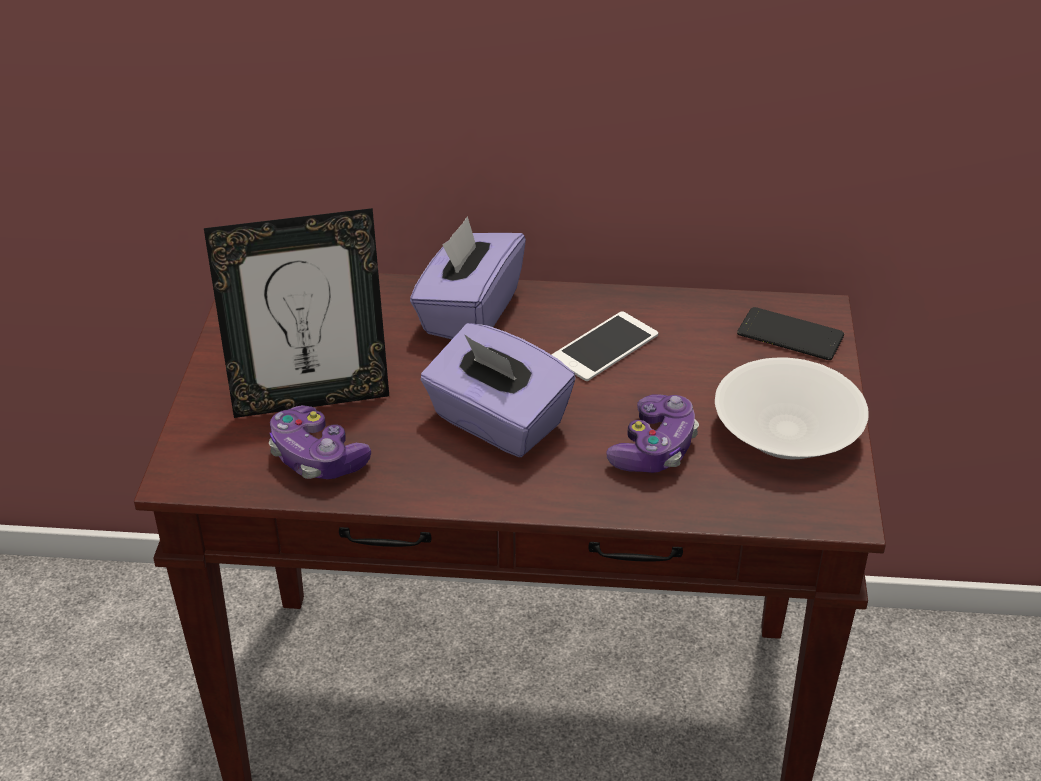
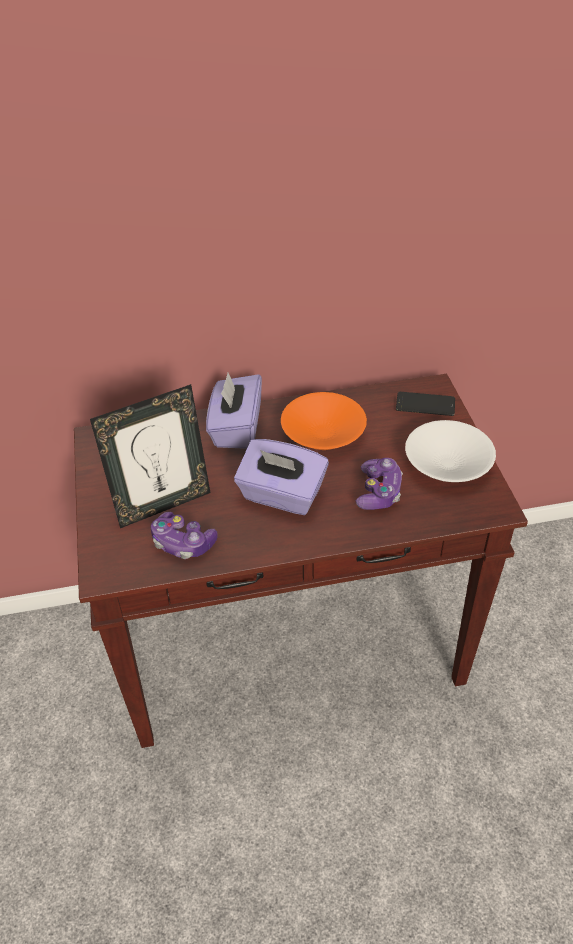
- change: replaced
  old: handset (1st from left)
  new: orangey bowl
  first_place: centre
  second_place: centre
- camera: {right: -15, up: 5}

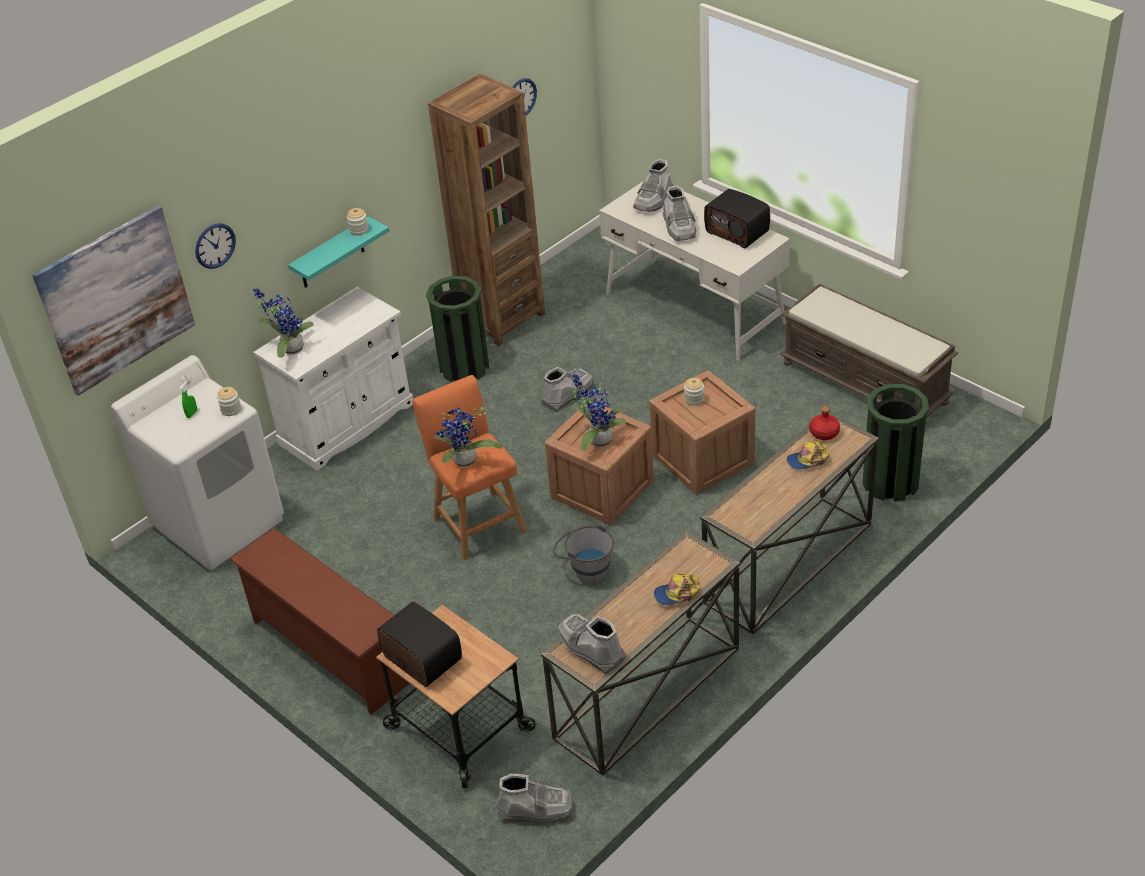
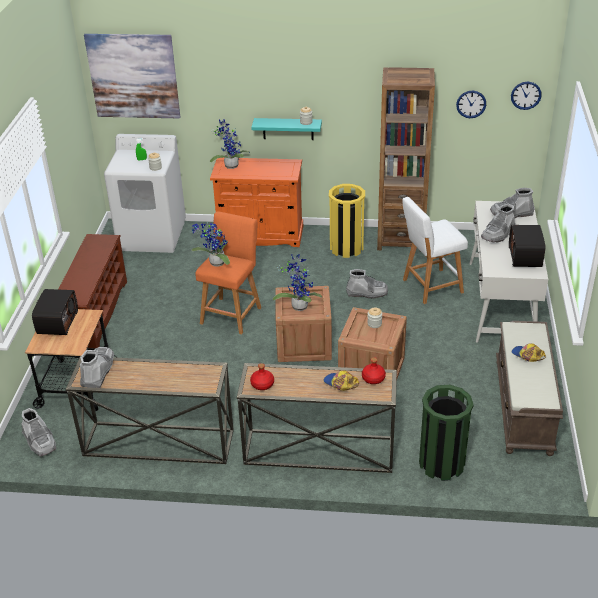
- change: recoloured
  old: whitish cupboard
  new: orangey cupboard
  first_place: middle left
  second_place: centre
- change: added
  new: red drink bottle (1st from left)
  second_place: centre
- change: recoloured
  old: green-coloured rubbish bin (1st from left)
  new: yellow-coloured rubbish bin
  first_place: centre
  second_place: centre
- change: added
  new: whitish stool seat
  second_place: middle right
- change: moved
  old: clock on the wall (1st from left in the first image)
  new: clock on the wall (2nd from left)
  first_place: top left
  second_place: top right
- change: moved
  old: baseball cap (1st from left in the first image)
  new: baseball cap (2nd from left)
  first_place: bottom centre
  second_place: middle right
- change: removed
  old: gray pail
  first_place: centre
- camera: {right: 50, up: -5}

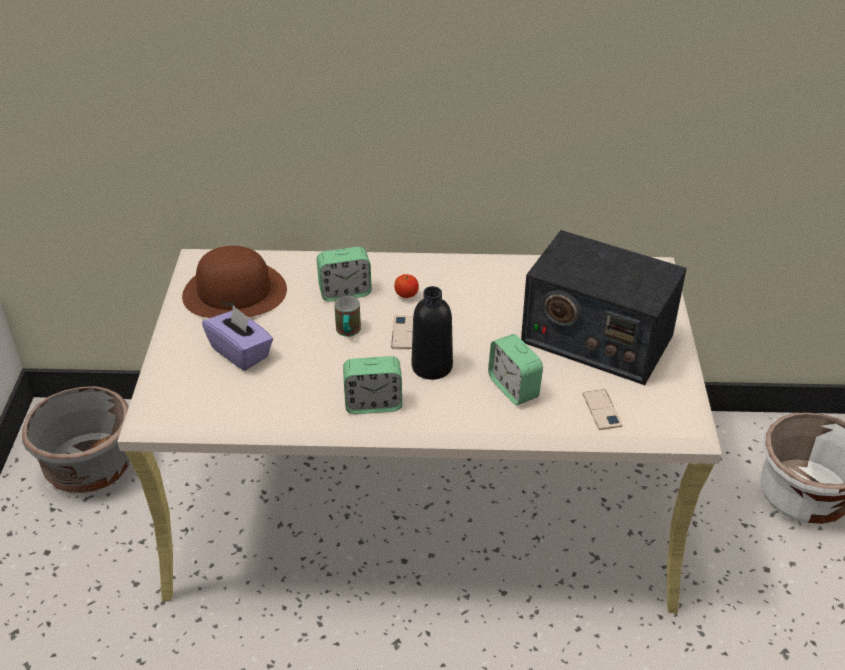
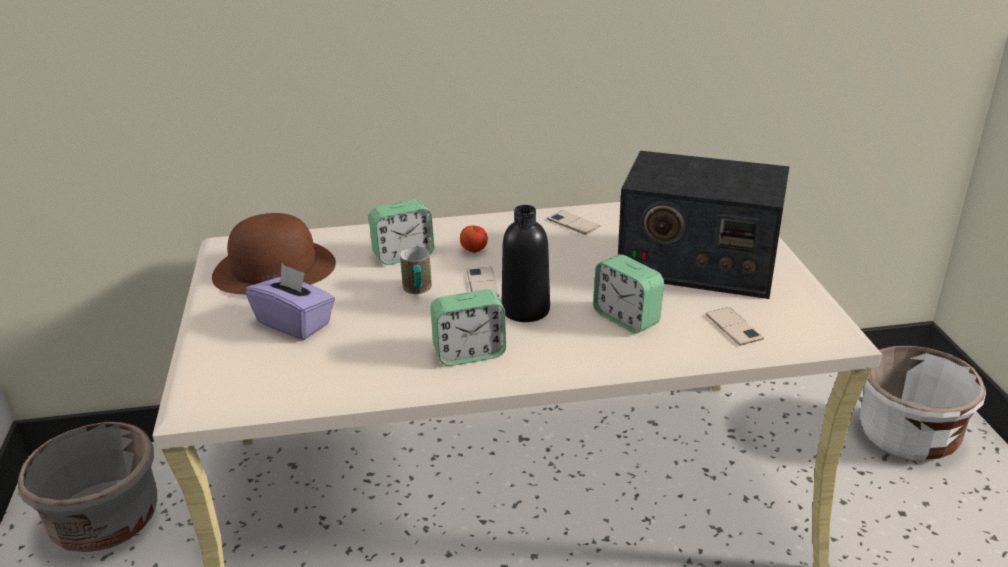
- change: added
  new: handset (2nd from left)
  second_place: centre
- camera: {right: -10, up: -10}

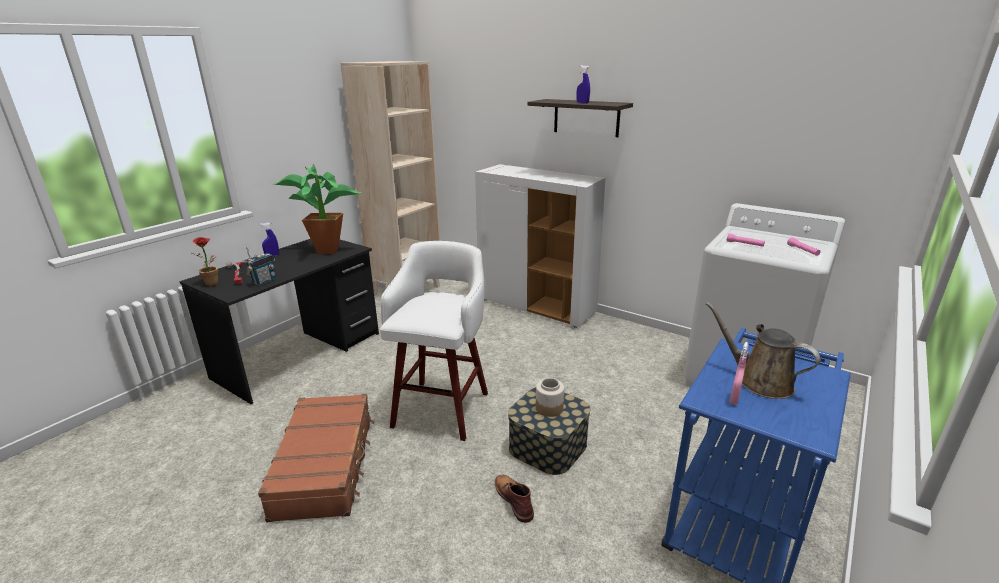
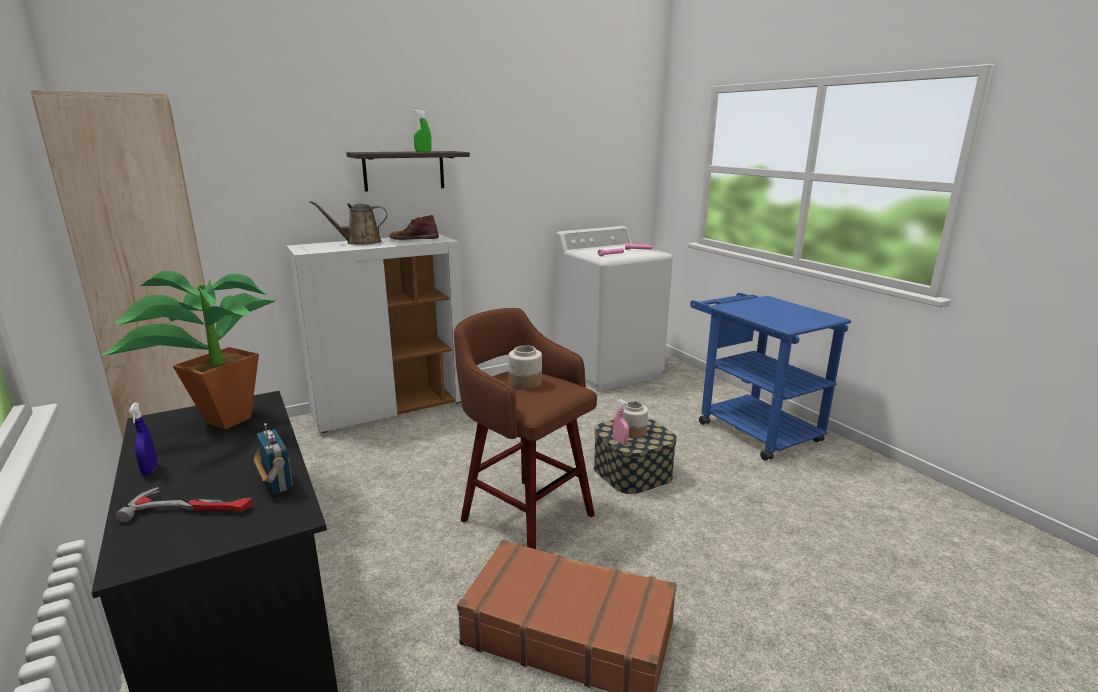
- change: moved
  old: brown-coloured watering pot
  first_place: middle right
  second_place: top left
- change: moved
  old: brown-coloured high-top boot
  first_place: bottom centre
  second_place: top centre
- change: recoloured
  old: bluish spray bottle (2nd from left)
  new: green-coloured spray bottle
  first_place: top centre
  second_place: top centre
- change: recoloured
  old: whitish stool seat
  new: brown-coloured stool seat
  first_place: centre
  second_place: centre
- change: added
  new: storage jar (1st from left)
  second_place: centre
- change: moved
  old: pink-coloured spray bottle
  first_place: middle right
  second_place: centre
- change: removed
  old: houseplant (1st from left)
  first_place: middle left
- camera: {right: -65, up: -5}

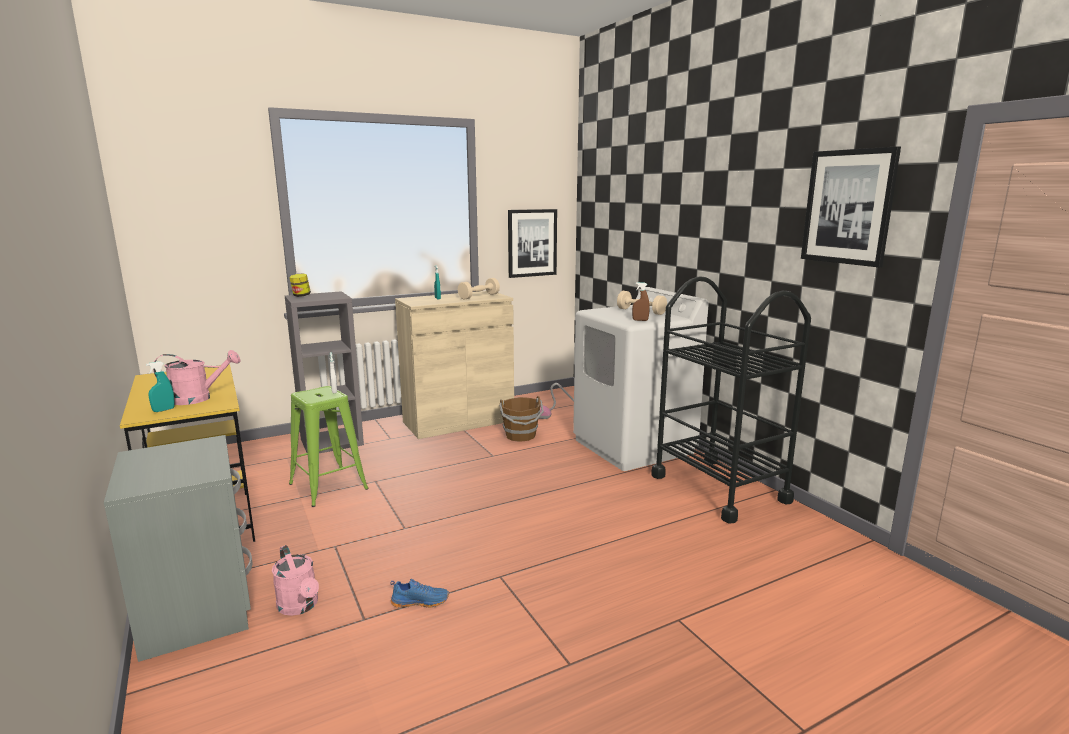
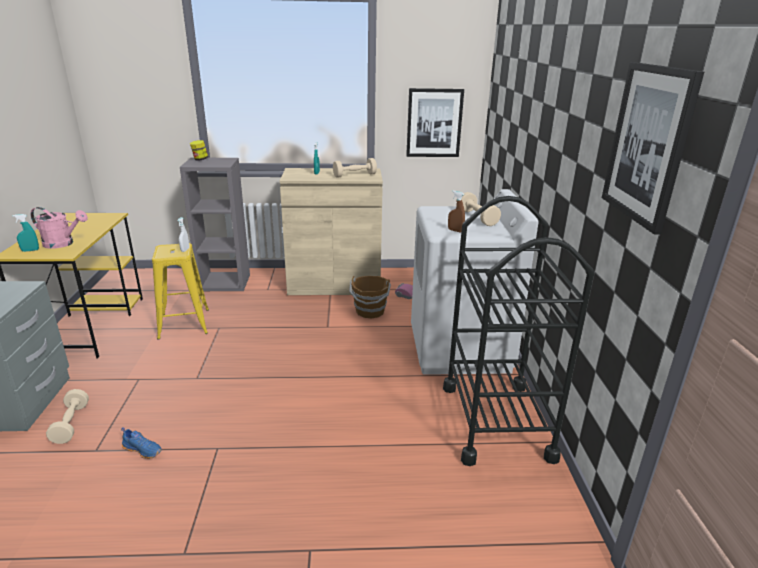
- change: replaced
  old: pink-coloured watering pot (2nd from left)
  new: beige-coloured free weight (1st from left)
  first_place: bottom left
  second_place: bottom left
- change: recoloured
  old: green-coloured stool seat
  new: yellow-coloured stool seat
  first_place: middle left
  second_place: middle left
- camera: {right: 25, up: 10}

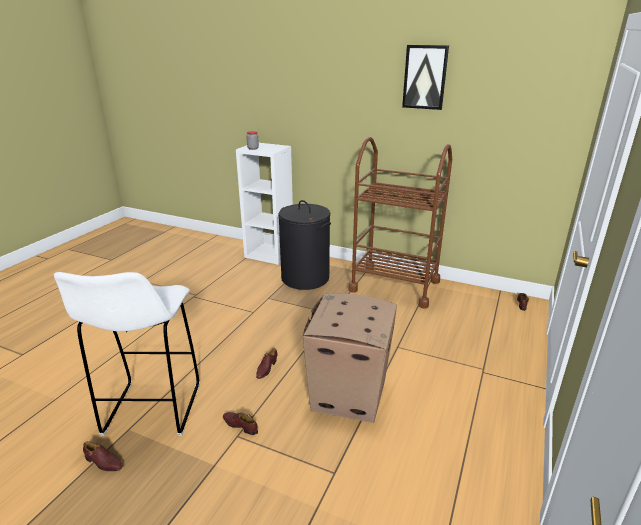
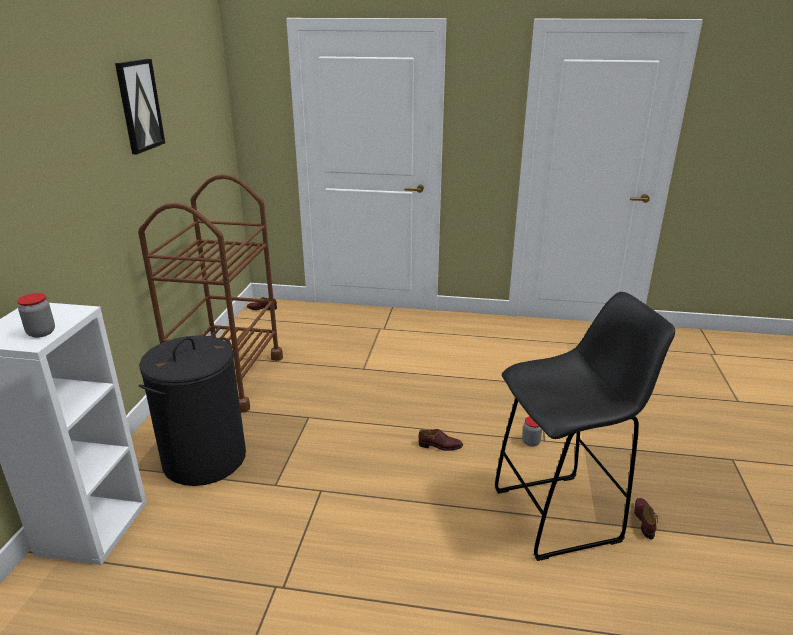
- change: recoloured
  old: whitish stool seat
  new: blackish stool seat
  first_place: bottom left
  second_place: bottom right
- change: replaced
  old: brown-coloured low shoe (2nd from left)
  new: storage jar (2nd from left)
  first_place: bottom centre
  second_place: bottom right
- change: removed
  old: carton
  first_place: bottom centre
- camera: {right: -105, up: 0}

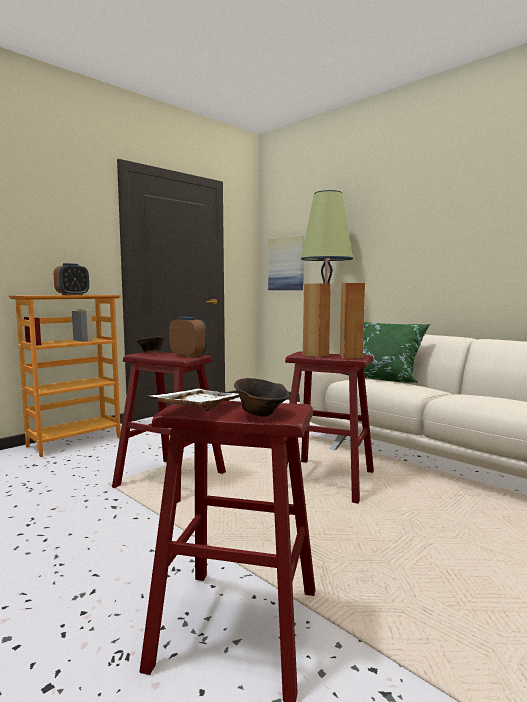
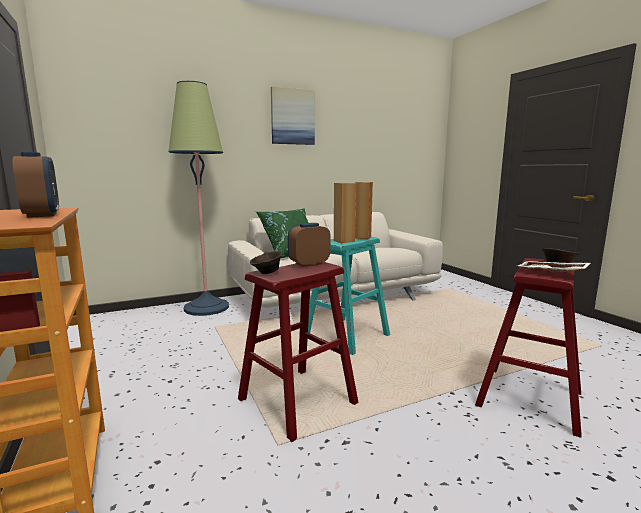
- change: moved
  old: picture
  first_place: centre
  second_place: top centre
- change: recoloured
  old: red stool seat (3rd from left)
  new: turquoise stool seat
  first_place: centre
  second_place: centre
- camera: {right: -70, up: 5}

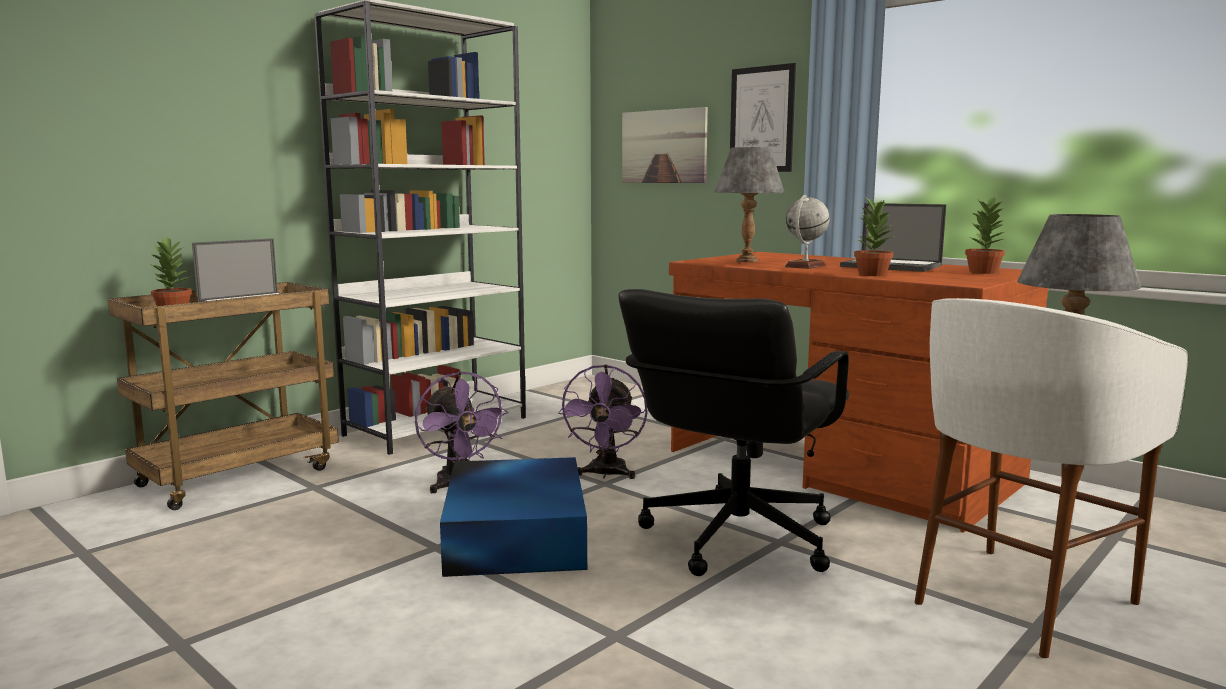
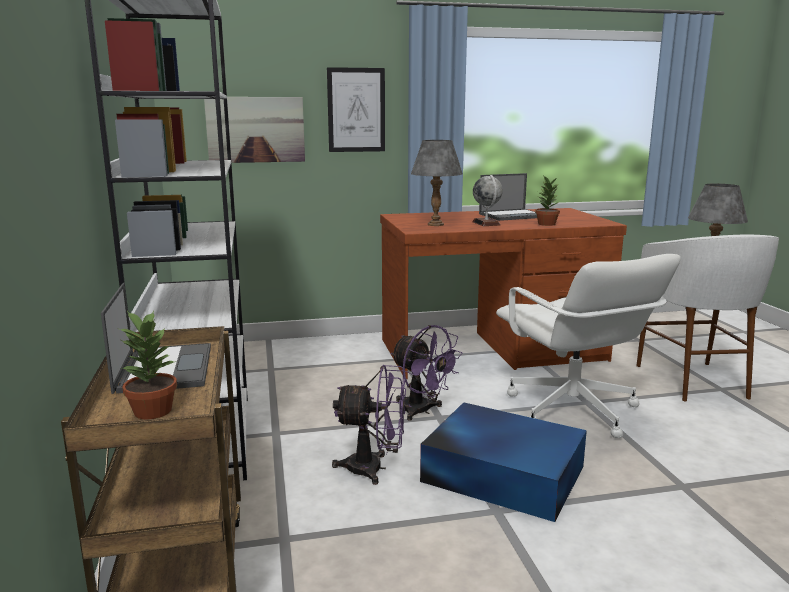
- change: recoloured
  old: blackish computer chair
  new: whitish computer chair
  first_place: centre
  second_place: middle right
- change: removed
  old: houseplant (3rd from left)
  first_place: middle right
- camera: {right: -55, up: 5}

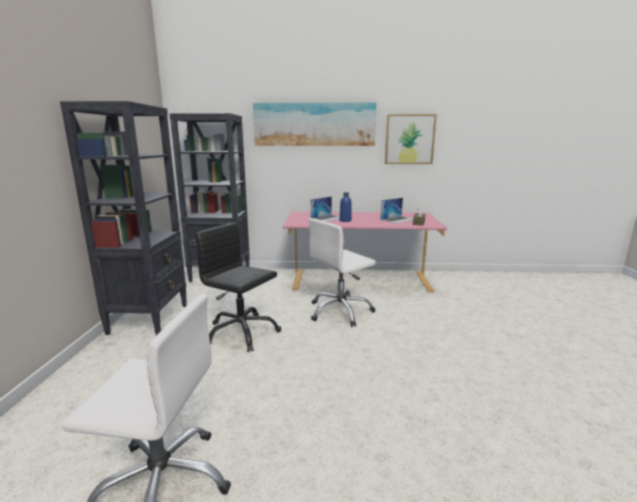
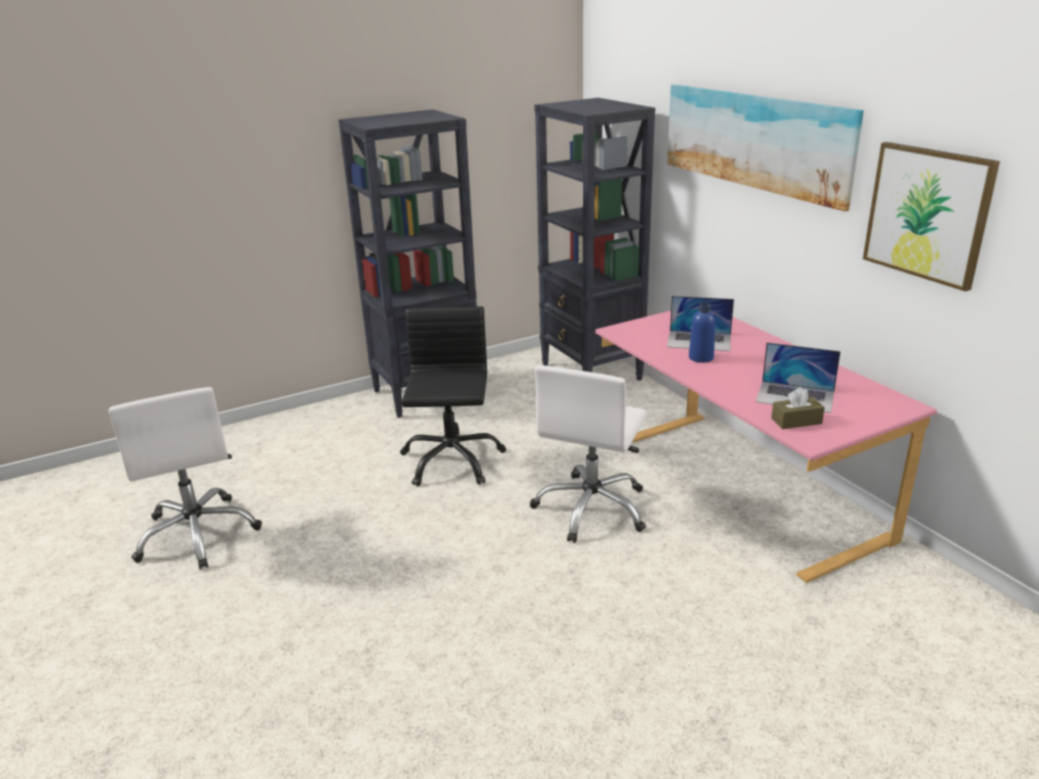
- change: turned
  old: whitish computer chair (2nd from left)
  first_place: centre
  second_place: centre
  degrees: -90
- camera: {right: 60, up: 10}

